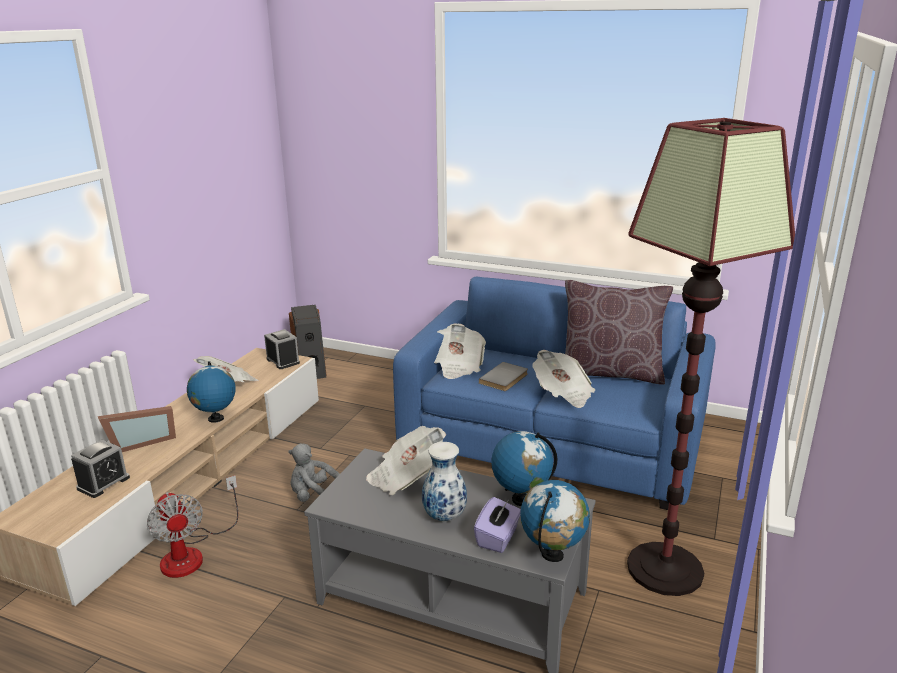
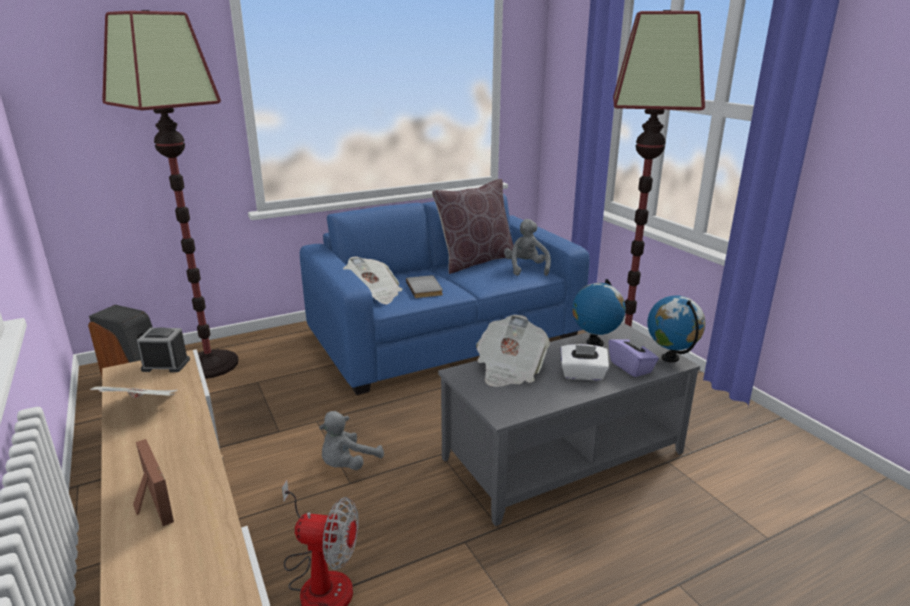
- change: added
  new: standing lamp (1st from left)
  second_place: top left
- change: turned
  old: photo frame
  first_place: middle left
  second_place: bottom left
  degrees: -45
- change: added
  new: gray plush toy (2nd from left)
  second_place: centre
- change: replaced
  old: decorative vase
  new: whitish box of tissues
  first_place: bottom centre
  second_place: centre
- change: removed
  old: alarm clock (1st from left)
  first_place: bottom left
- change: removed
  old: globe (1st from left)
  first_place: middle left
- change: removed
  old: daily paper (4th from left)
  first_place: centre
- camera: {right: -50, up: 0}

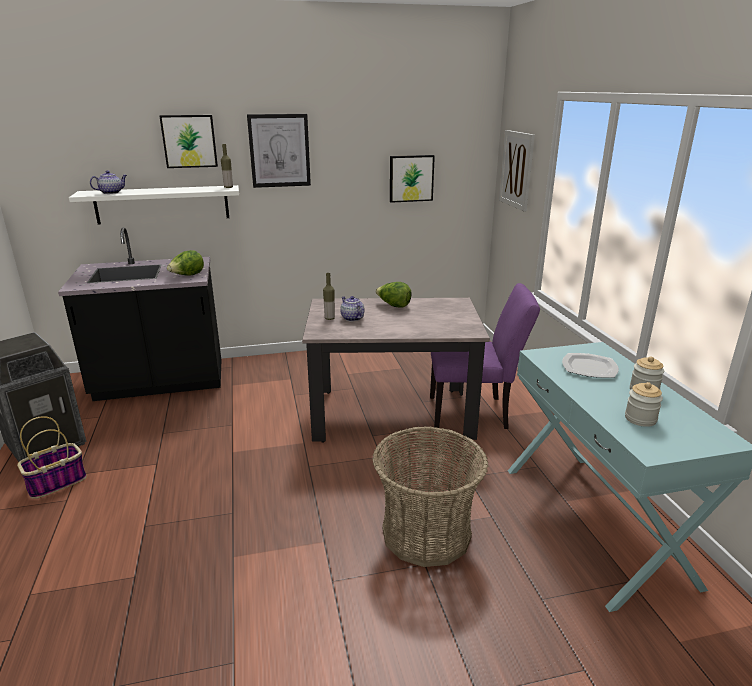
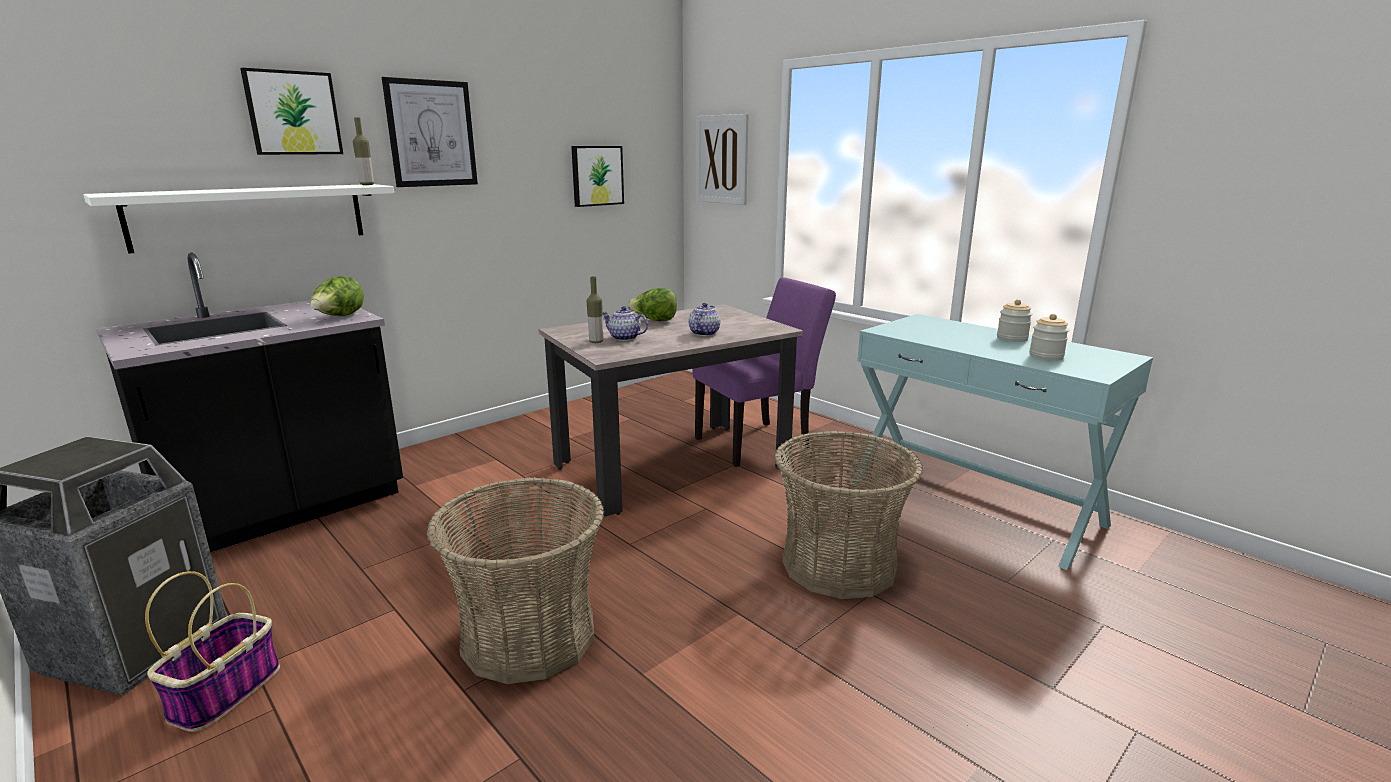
- change: added
  new: storage basket (2nd from left)
  second_place: bottom centre
- change: moved
  old: pot for tea (1st from left in the first image)
  new: pot for tea (2nd from left)
  first_place: top left
  second_place: centre
- change: removed
  old: flat dish
  first_place: middle right
- camera: {right: -30, up: -5}

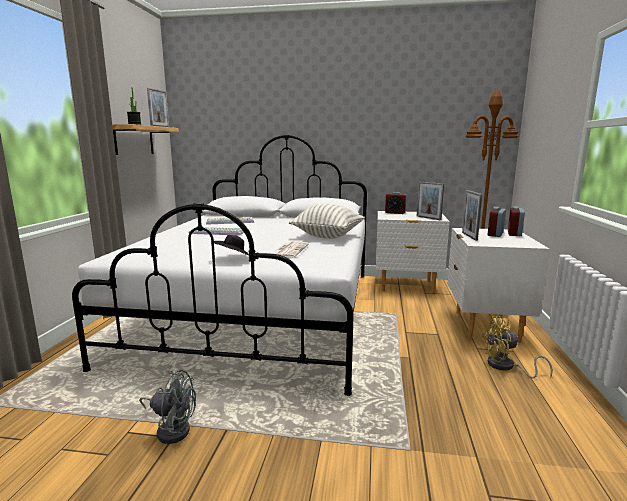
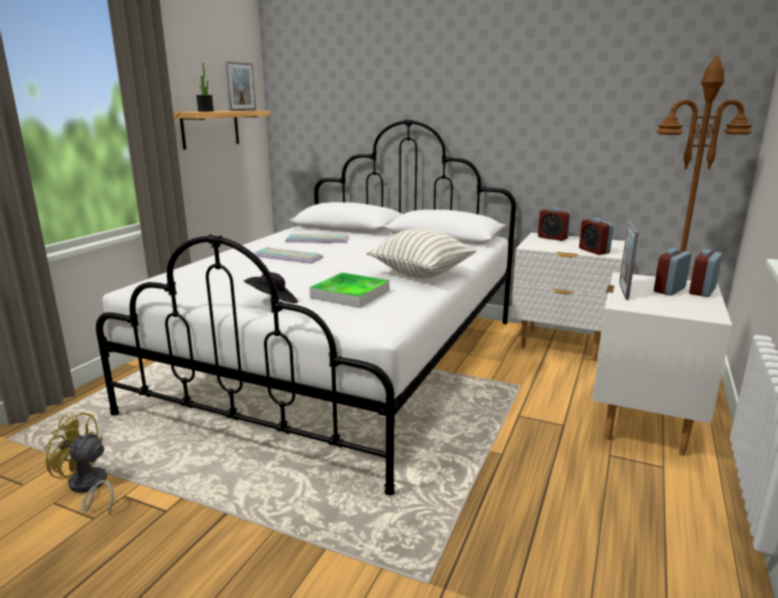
- change: moved
  old: yellow-coloured electric fan
  first_place: bottom right
  second_place: bottom left
- change: replaced
  old: daily paper
  new: tray
  first_place: centre
  second_place: centre
- change: replaced
  old: photo frame (2nd from left)
  new: alarm clock (2nd from left)
  first_place: middle right
  second_place: middle right
- change: removed
  old: gray electric fan
  first_place: bottom left
- camera: {right: 15, up: 5}

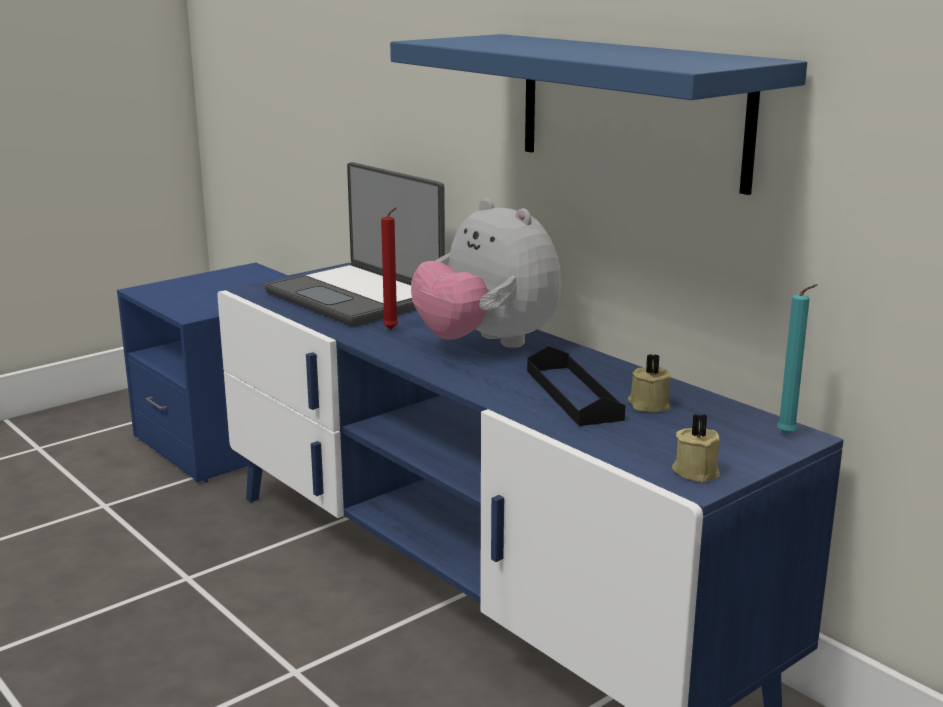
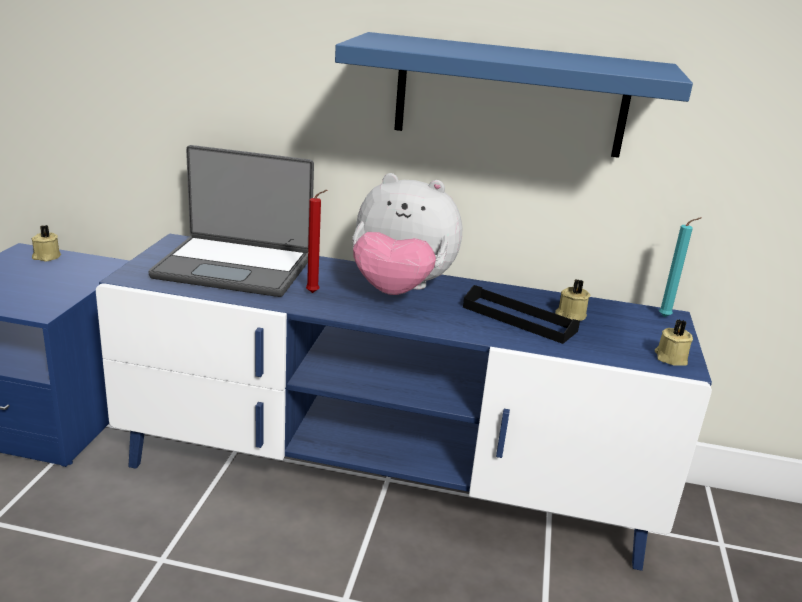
- change: added
  new: beige-coloured candle (1st from left)
  second_place: middle left
- camera: {right: -40, up: 5}

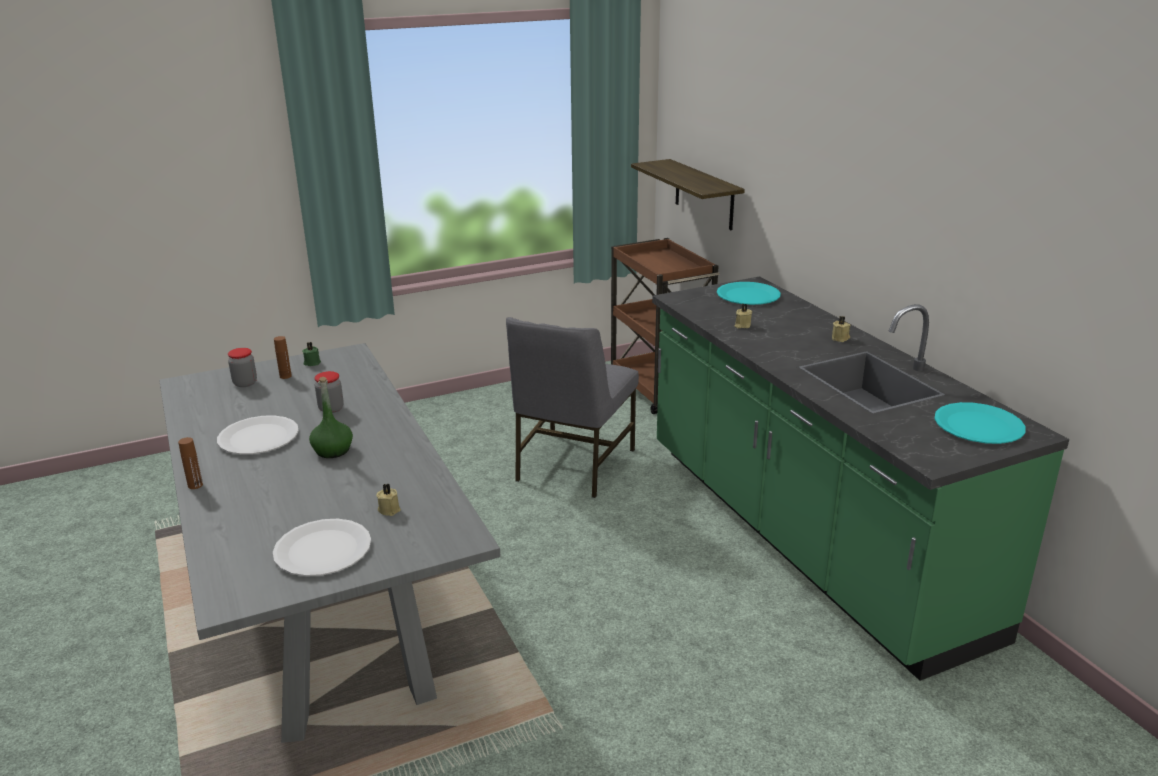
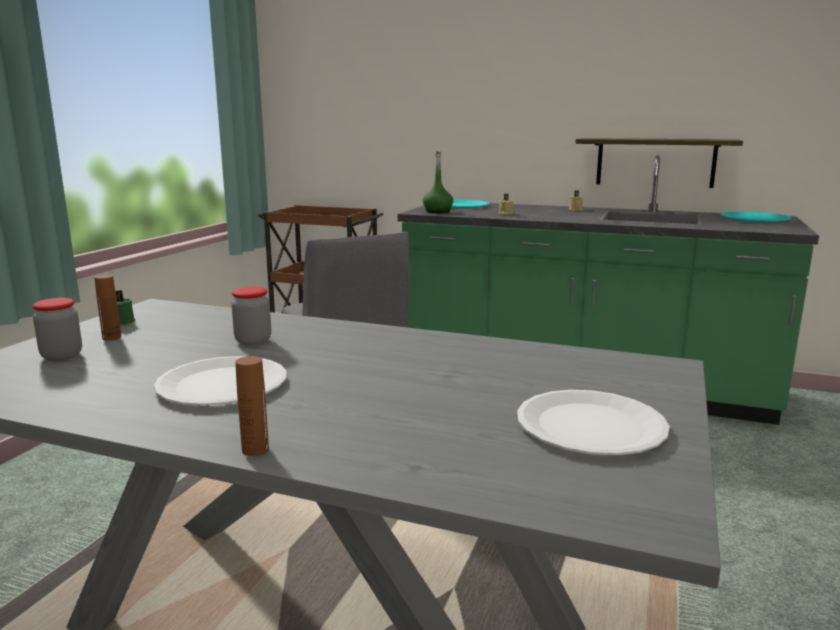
- change: moved
  old: green-coloured drink bottle
  first_place: middle left
  second_place: top centre
- change: moved
  old: wall shelf
  first_place: top centre
  second_place: top right
- change: removed
  old: beige-coloured candle (1st from left)
  first_place: centre
- camera: {right: -45, up: -10}

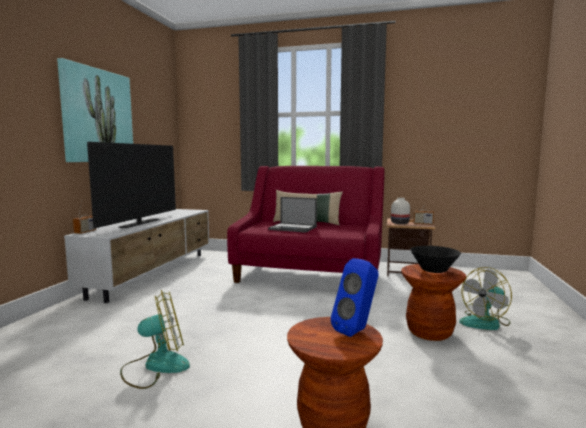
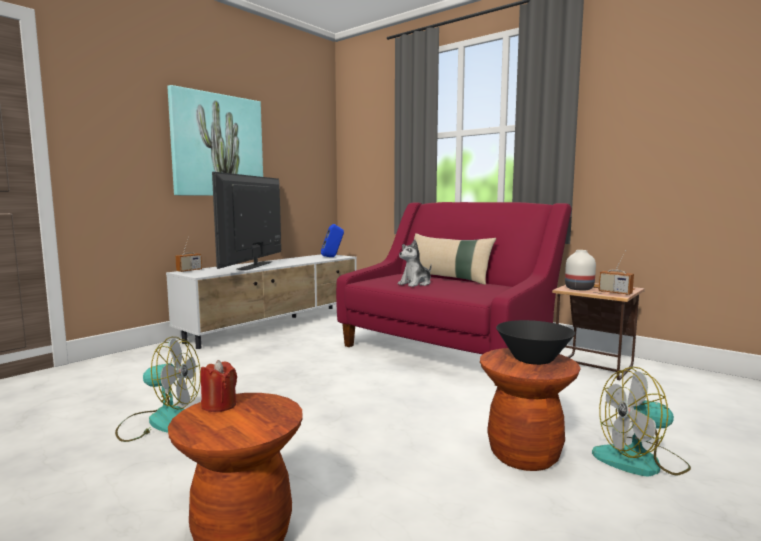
- change: added
  new: red candle
  second_place: bottom left
- change: turned
  old: TV set
  first_place: middle left
  second_place: middle left
  degrees: 150
- change: moved
  old: bluish speaker
  first_place: bottom centre
  second_place: centre
- change: replaced
  old: notebook computer
  new: plush toy
  first_place: centre
  second_place: centre
- camera: {right: 25, up: 0}

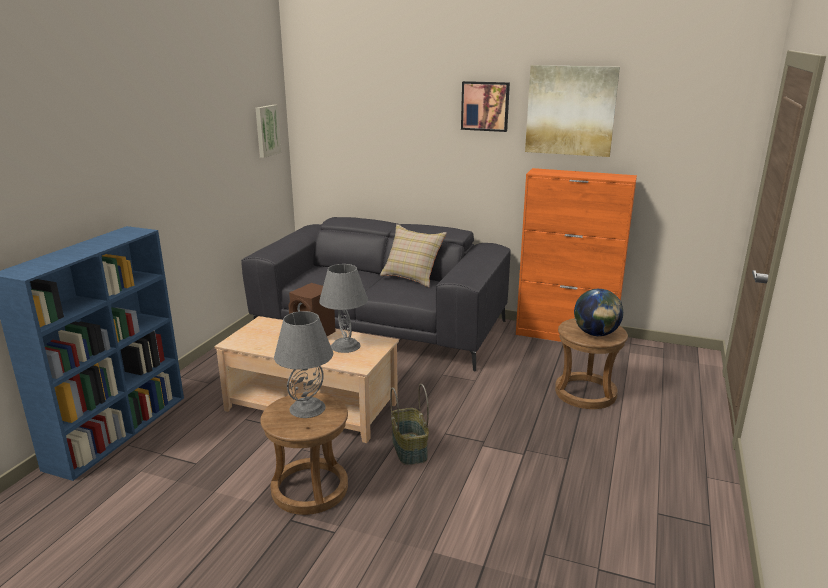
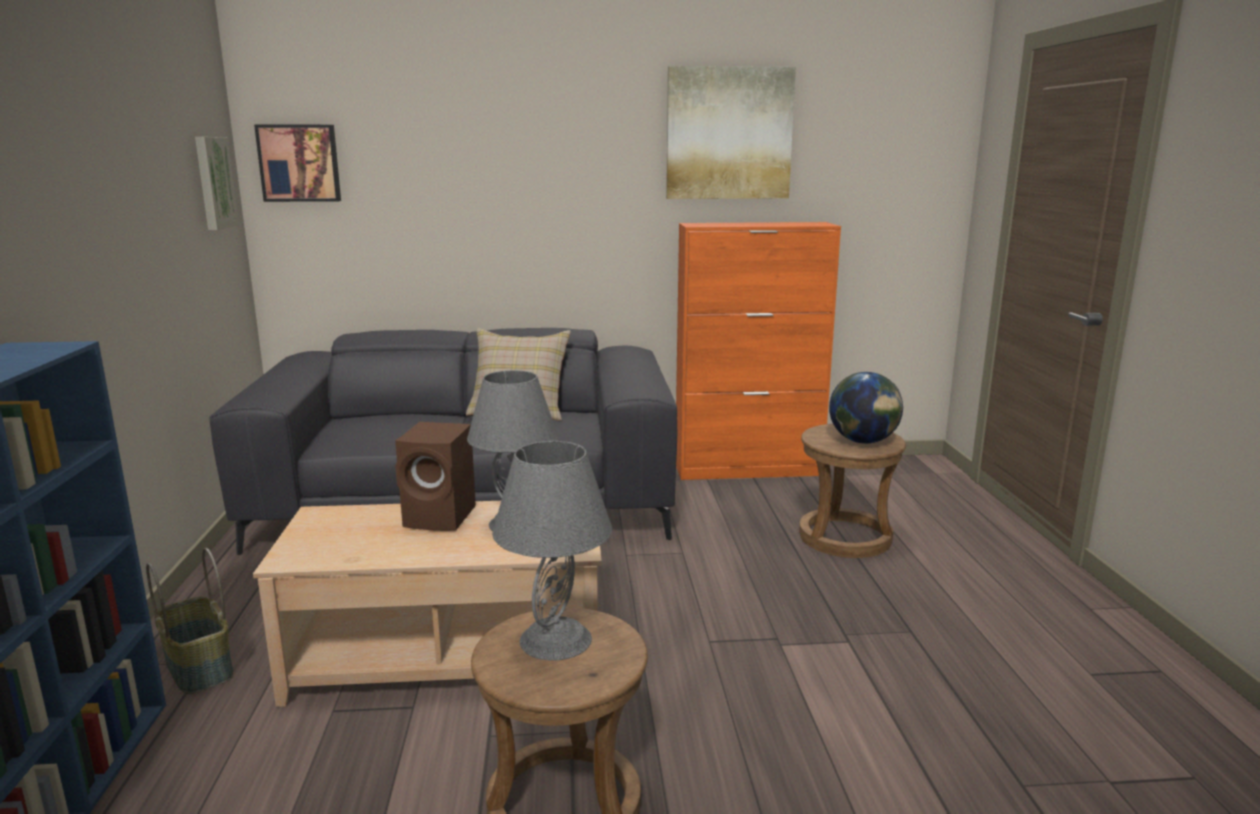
- change: moved
  old: storage basket
  first_place: bottom centre
  second_place: bottom left
- change: moved
  old: picture (2nd from left)
  first_place: top centre
  second_place: top left
- camera: {right: -25, up: -5}

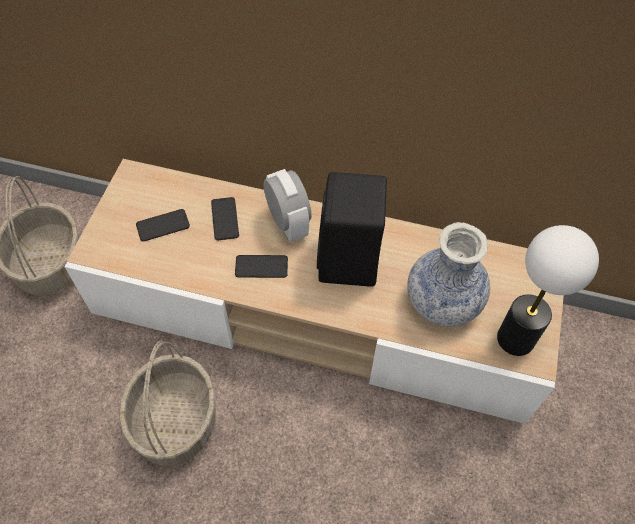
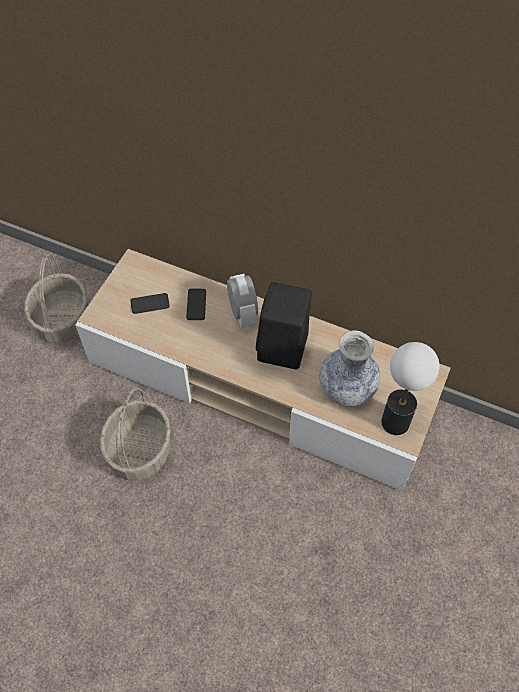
- change: removed
  old: handset (3rd from left)
  first_place: centre
- camera: {right: 10, up: 0}

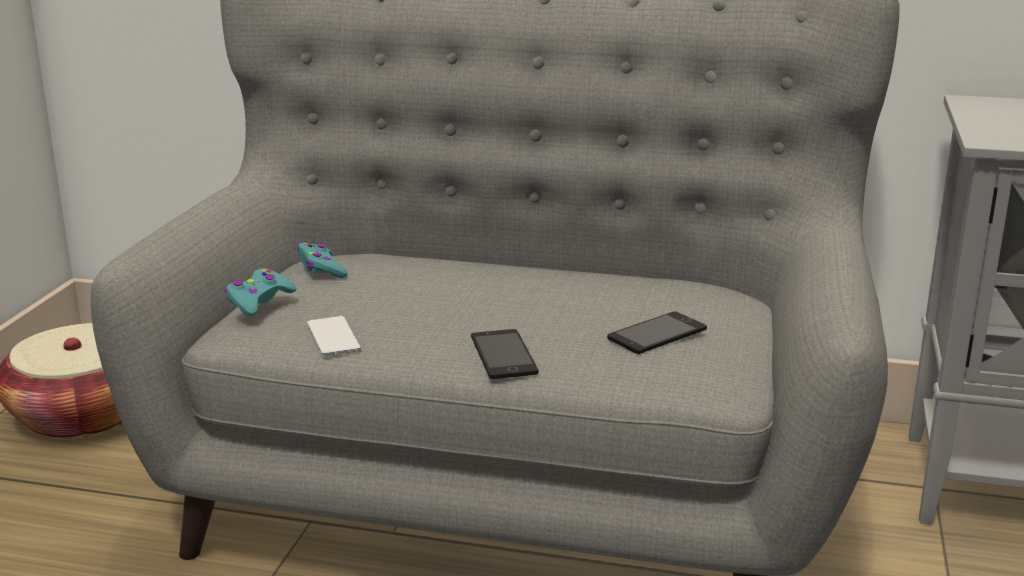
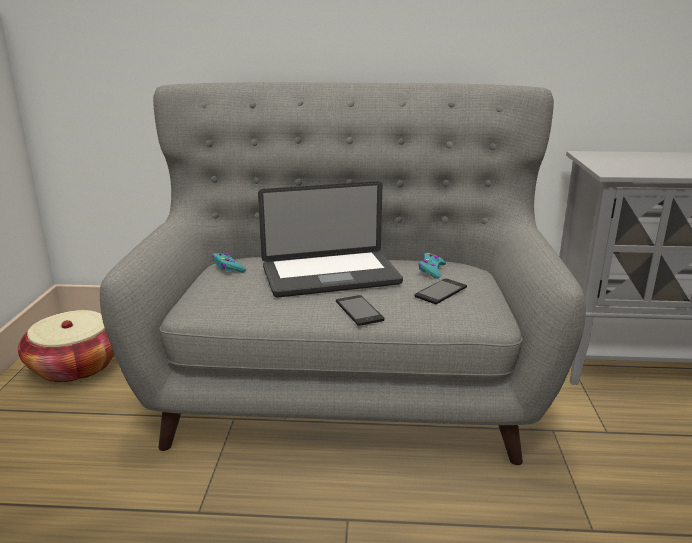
- change: added
  new: notebook computer
  second_place: centre
- change: moved
  old: turquoise game controller (1st from left in the first image)
  new: turquoise game controller (2nd from left)
  first_place: middle left
  second_place: centre
- change: removed
  old: handset (1st from left)
  first_place: middle left
- camera: {right: -10, up: 0}

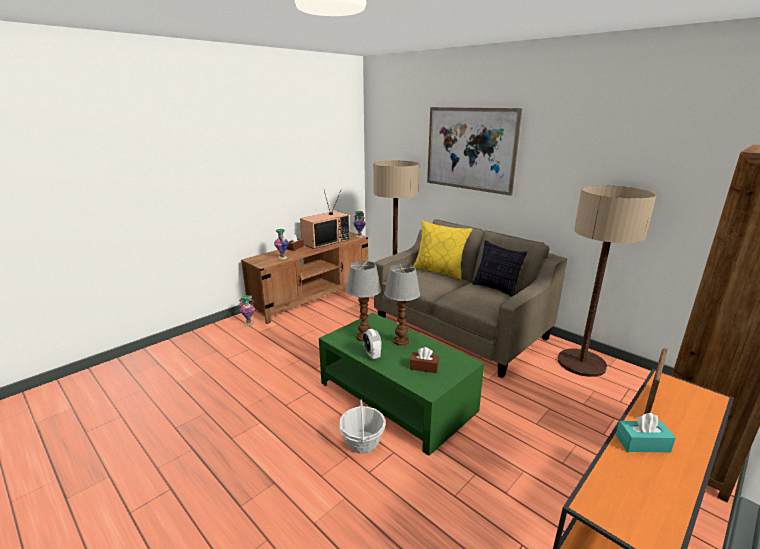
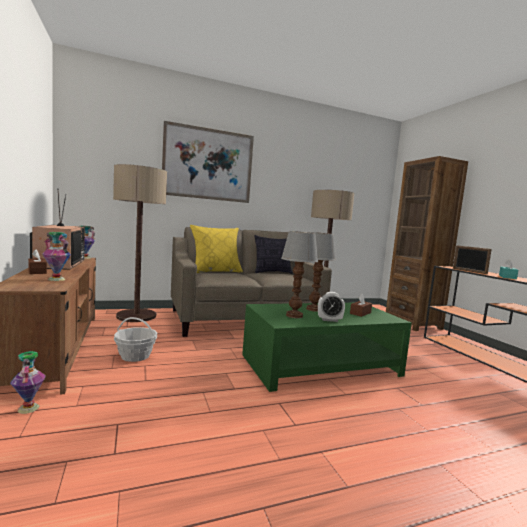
- change: moved
  old: storage basket
  first_place: bottom centre
  second_place: middle left
- camera: {right: -65, up: -15}

